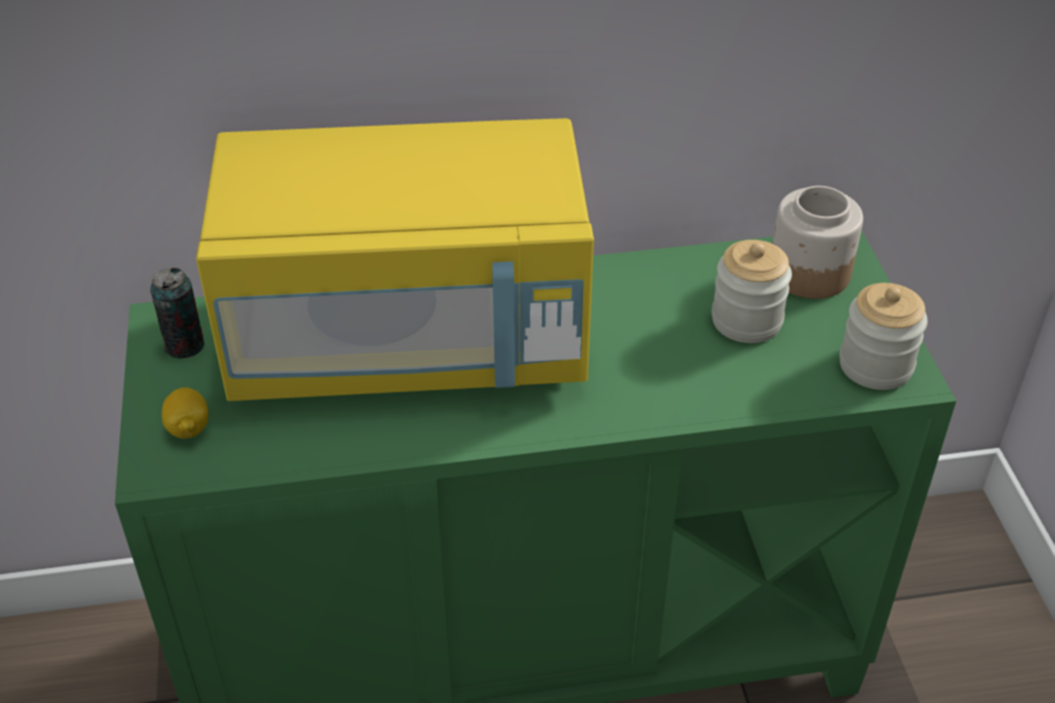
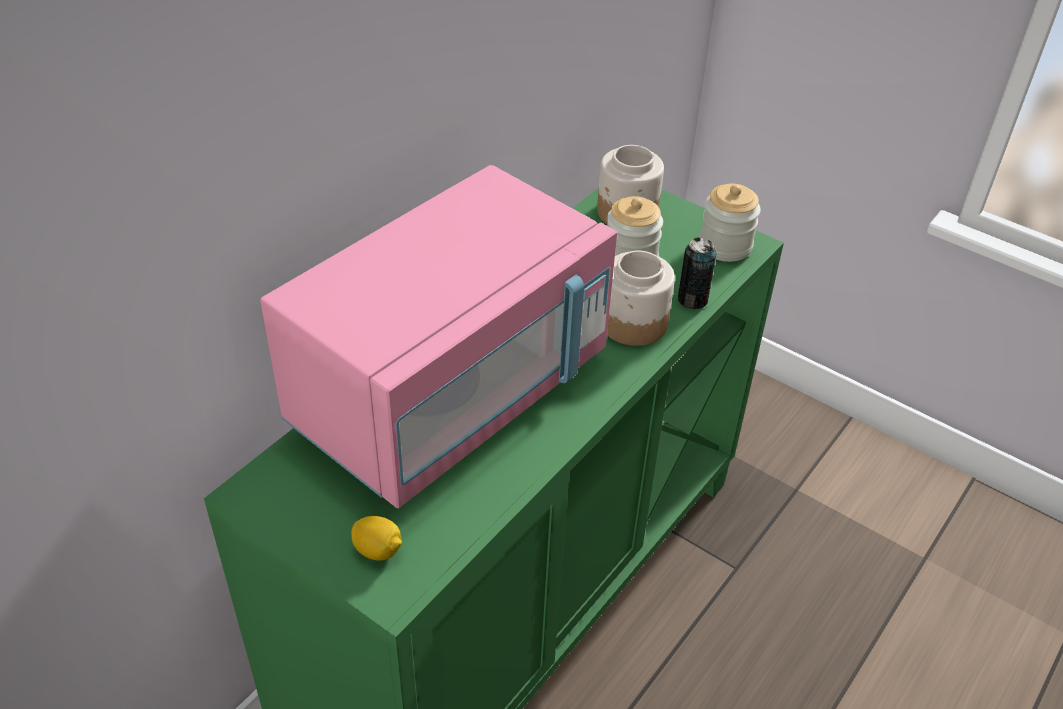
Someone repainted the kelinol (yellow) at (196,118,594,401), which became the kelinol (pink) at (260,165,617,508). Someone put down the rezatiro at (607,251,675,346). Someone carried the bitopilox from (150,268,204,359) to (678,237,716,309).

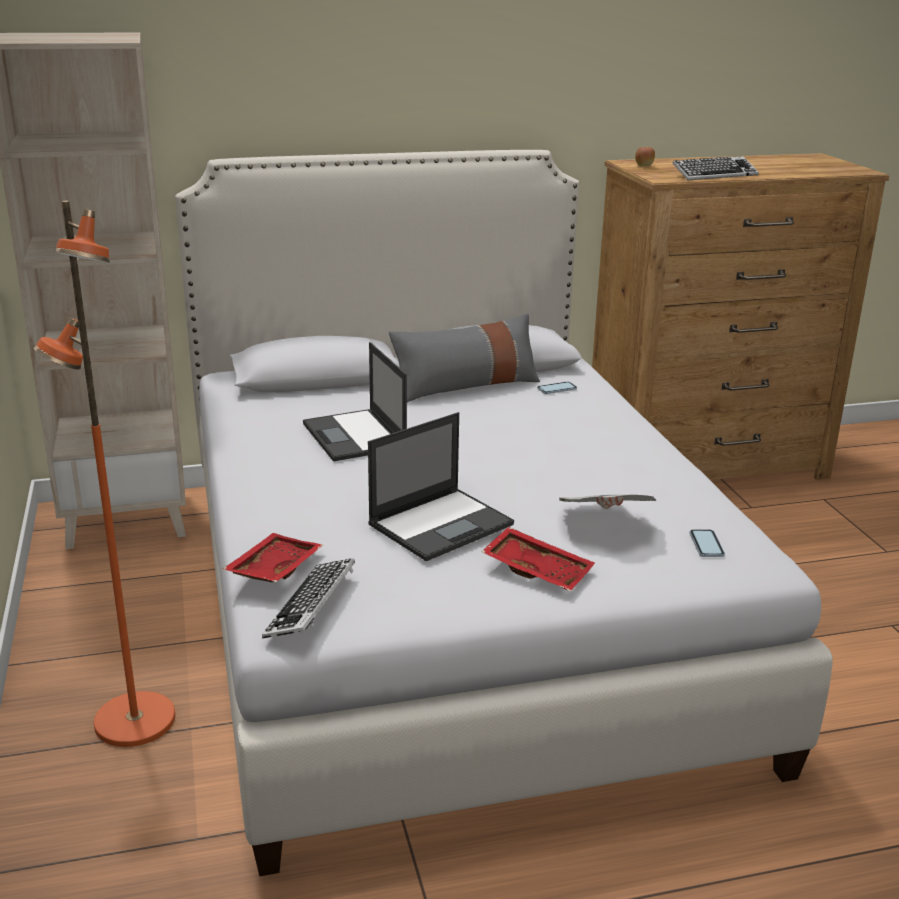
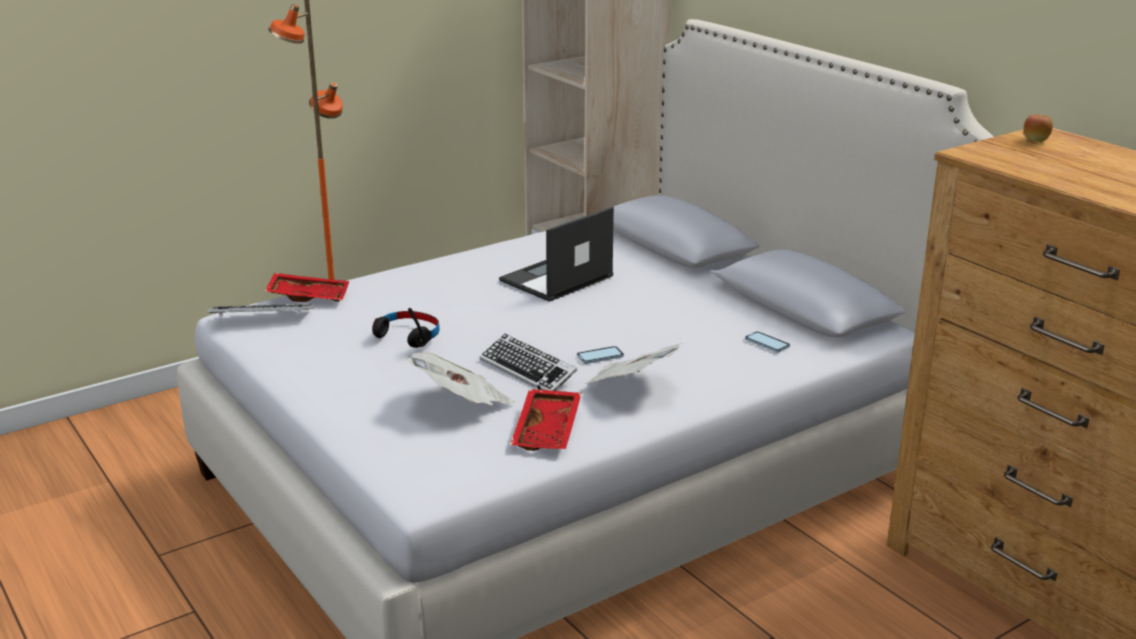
Someone swapped the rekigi at (368,412,514,561) for the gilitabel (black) at (372,308,440,348). Someone carried the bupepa from (672,156,759,180) to (480,334,577,391). Someone carried the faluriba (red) from (482,527,595,591) to (510,389,582,451). Someone carried the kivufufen from (690,530,725,557) to (577,346,624,364). Someone put down the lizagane at (585,343,682,384). Someone took away the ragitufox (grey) at (389,313,540,402).

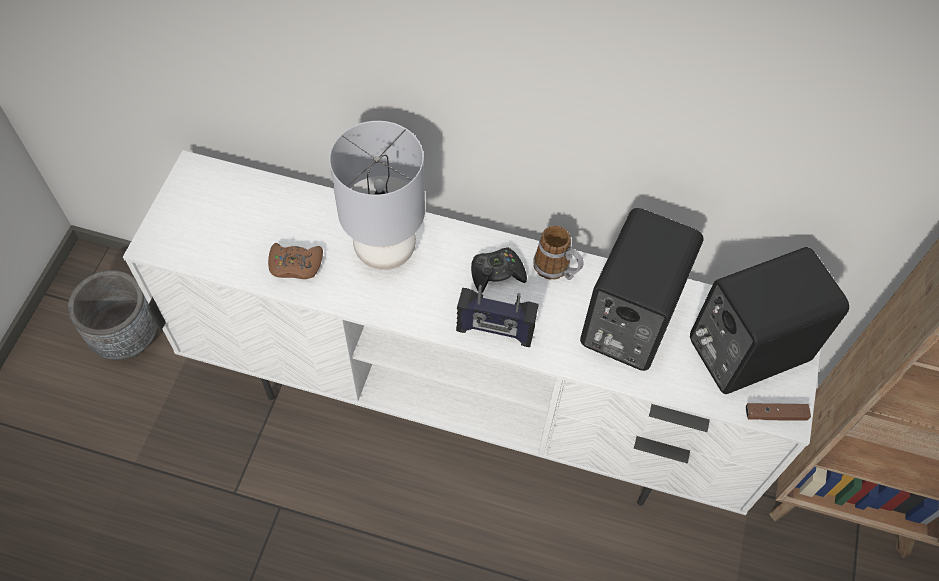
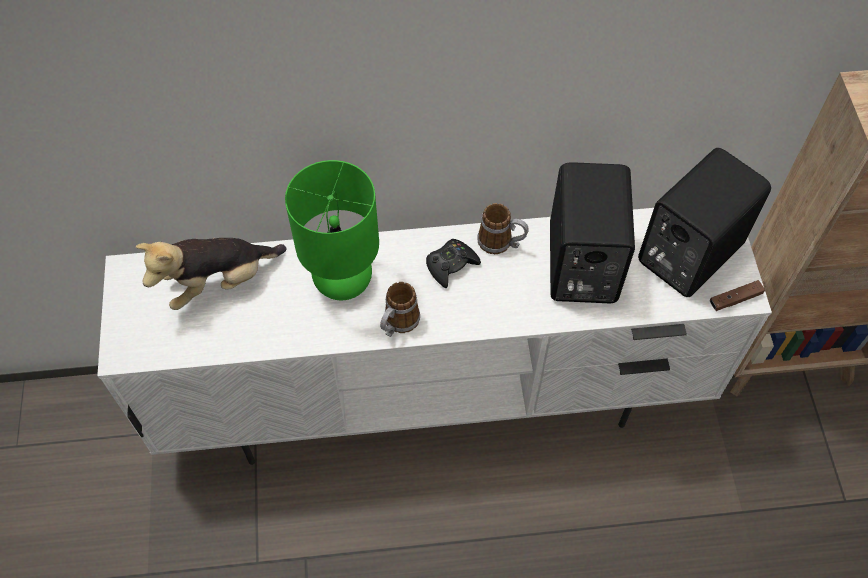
Someone put down the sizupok at (136,238,287,310). Someone repainted the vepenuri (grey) at (329,121,425,270), which became the vepenuri (green) at (285,160,379,300). Someone put down the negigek at (380,282,420,337). Someone took away the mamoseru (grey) at (68,270,157,360). Someone took away the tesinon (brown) at (268,243,323,279). Someone took away the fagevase at (456,285,538,347).

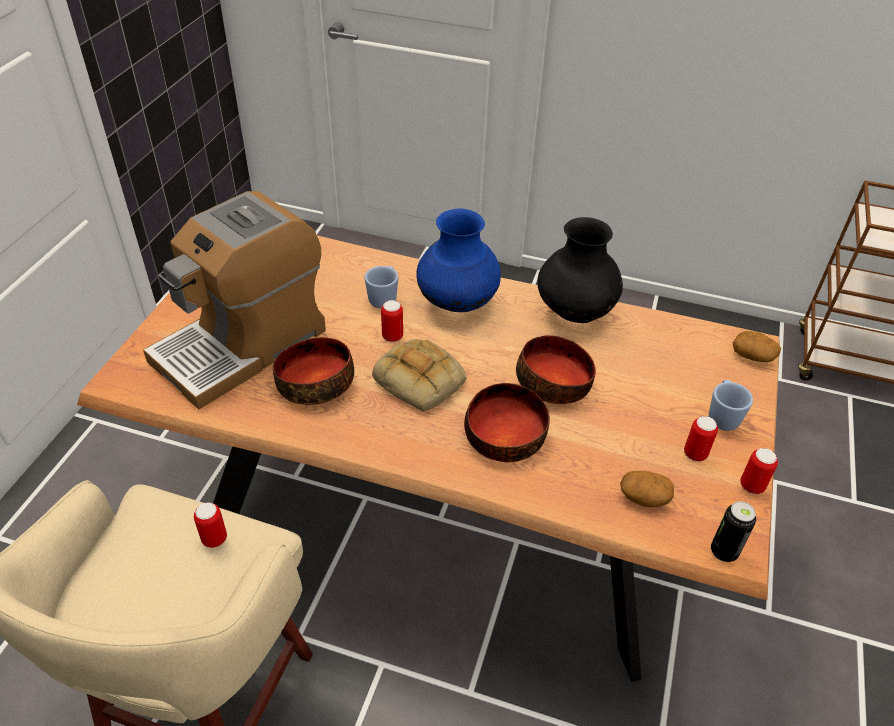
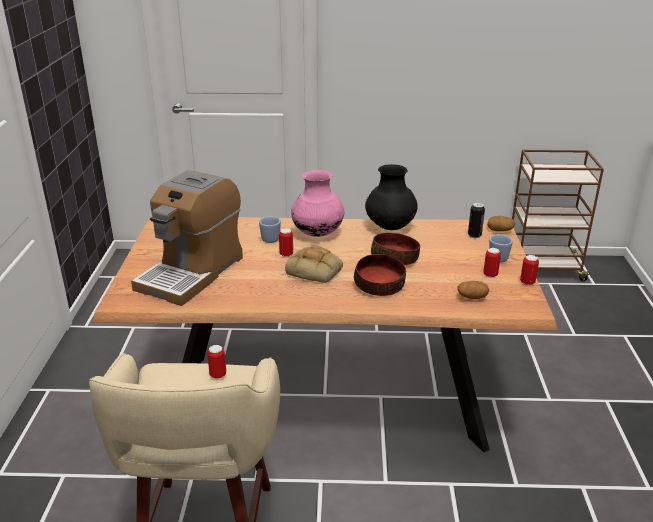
Someone repainted the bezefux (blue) at (416,209,501,312), which became the bezefux (pink) at (291,170,344,237). Someone carried the bitopilox from (711,501,756,562) to (468,202,485,238). Someone took away the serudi at (273,337,354,405).

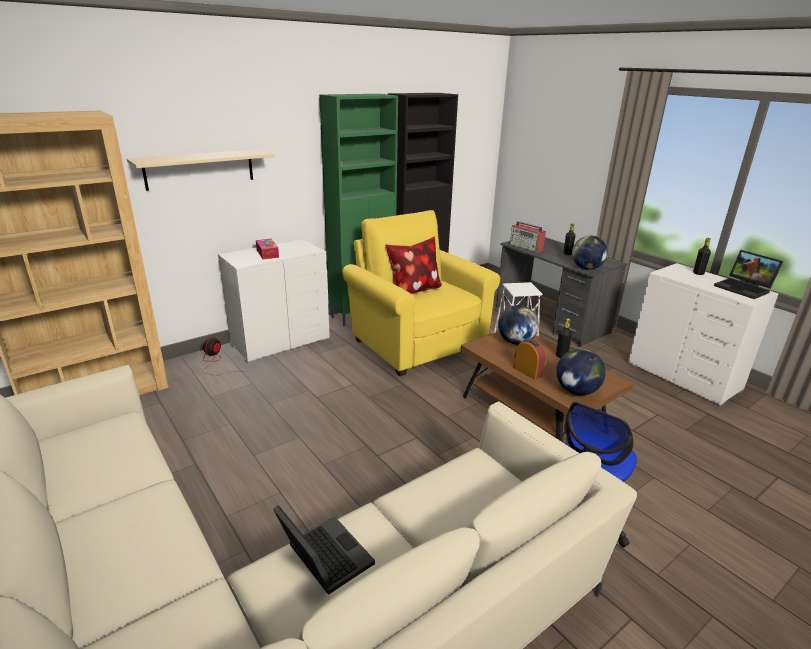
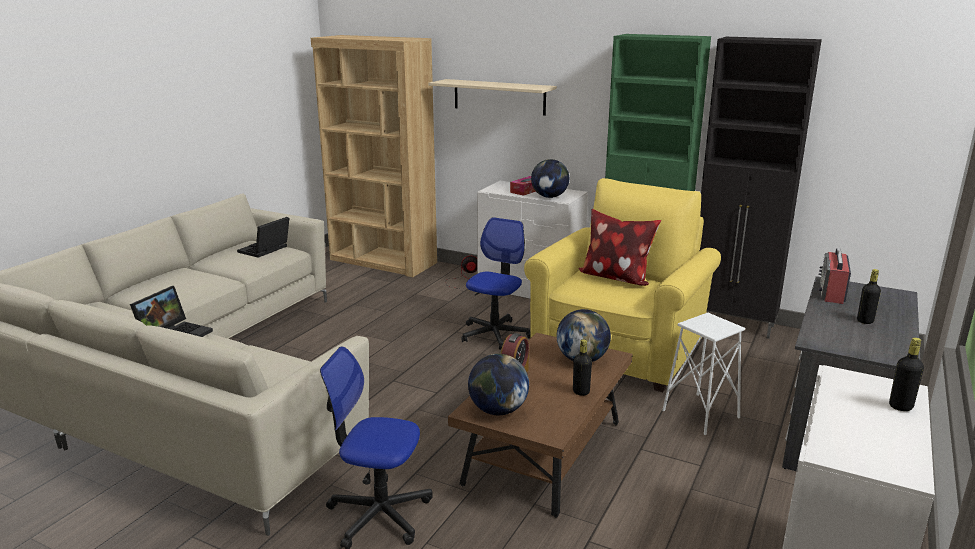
Someone carried the rekigi from (714,250,783,299) to (237,217,289,258). Someone put down the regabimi at (461,217,531,350). Someone carried the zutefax from (572,236,608,270) to (531,159,569,198).

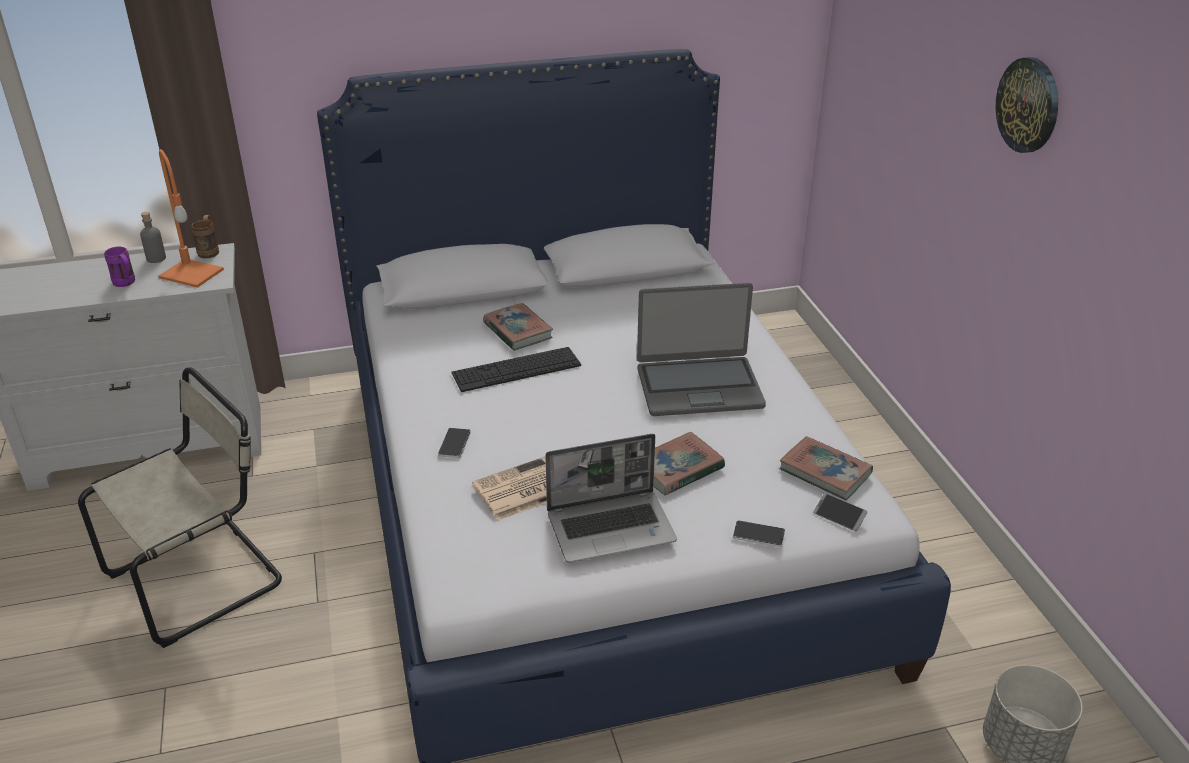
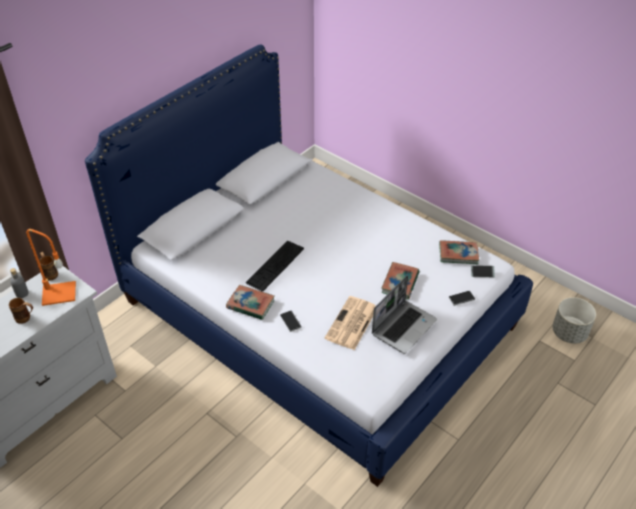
Someone repainted the negigek (purple) at (104,246,135,287), which became the negigek (brown) at (9,298,33,324). Someone carried the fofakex from (483,303,553,351) to (226,285,275,320). Someone took away the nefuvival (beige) at (78,367,282,648). Someone took away the rekigi at (637,283,766,416). Someone took away the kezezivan at (996,57,1058,153).

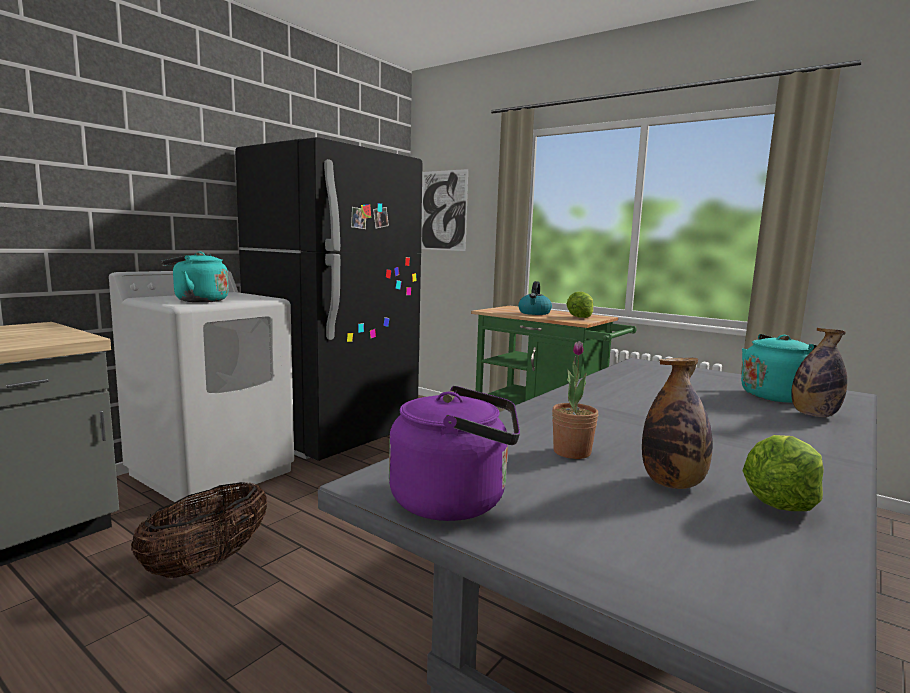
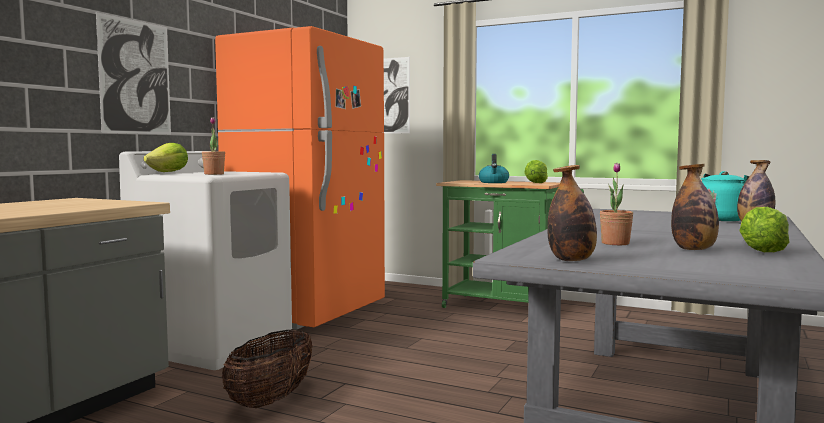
Someone put up the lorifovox at (96,12,171,134). Someone put down the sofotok at (144,143,188,172). Someone swapped the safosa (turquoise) at (161,252,229,302) for the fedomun at (202,117,225,175). Someone repainted the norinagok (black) at (235,137,422,461), which became the norinagok (orange) at (215,26,385,330). Someone swapped the safosa (purple) at (389,386,520,521) for the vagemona at (547,165,597,261).

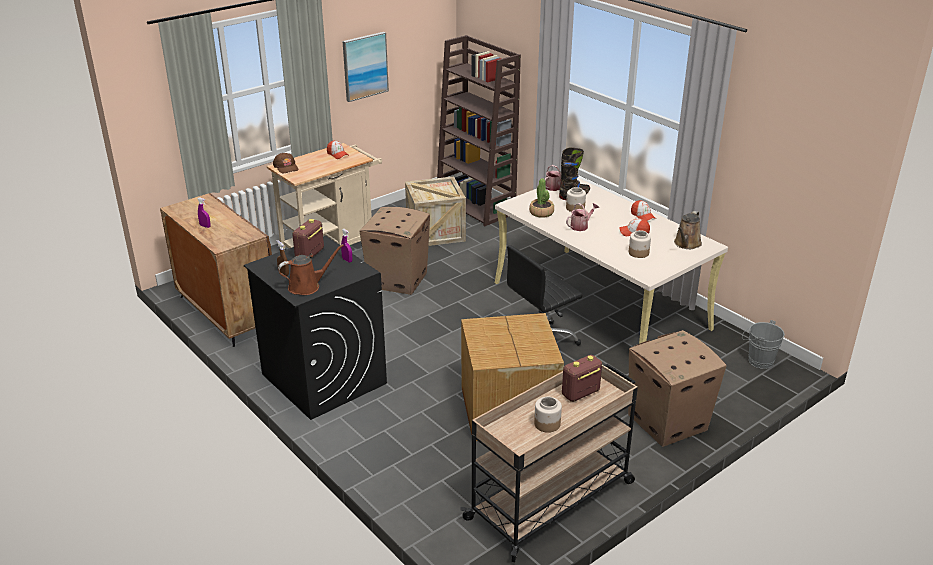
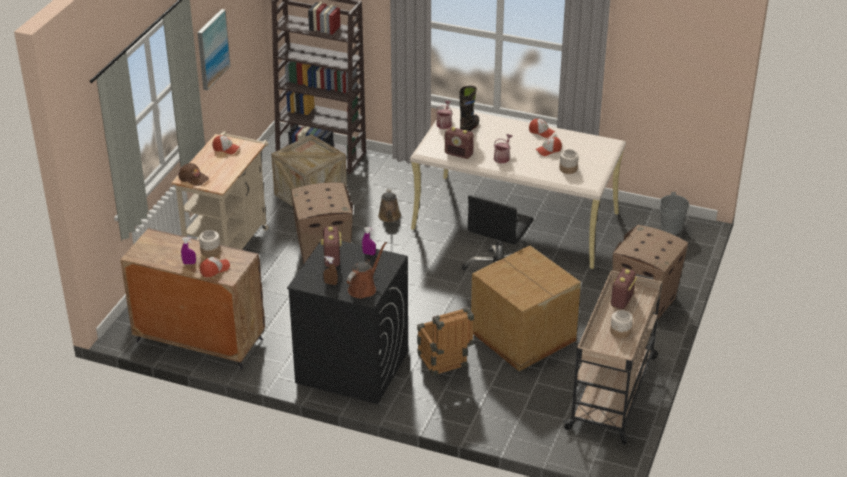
Someone carried the rezatiro from (566,187,586,212) to (199,230,221,257). Someone put down the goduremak at (200,257,230,277). Someone carried the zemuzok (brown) from (674,211,702,249) to (378,188,401,222). Someone put down the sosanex at (417,307,474,376). Someone swapped the fedomun at (529,178,554,218) for the fagevase at (445,127,474,159).

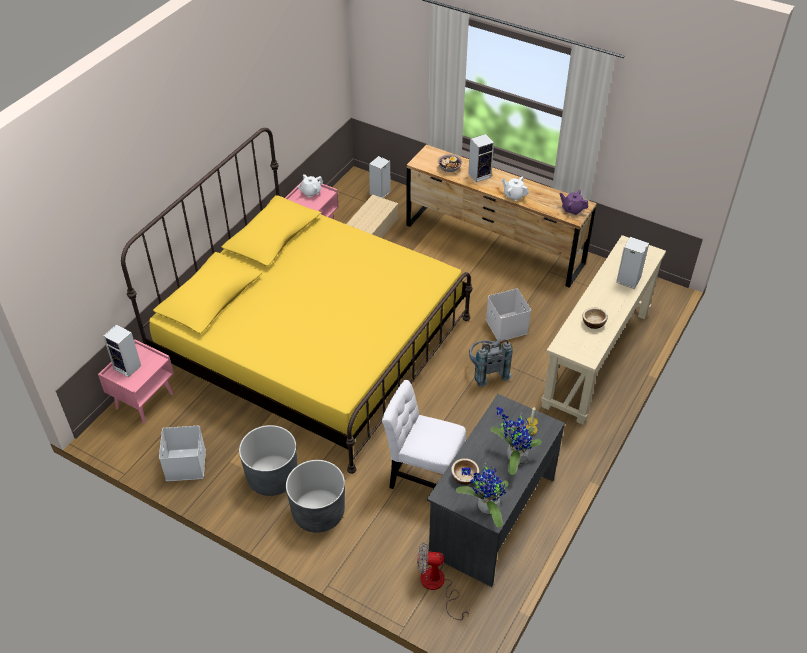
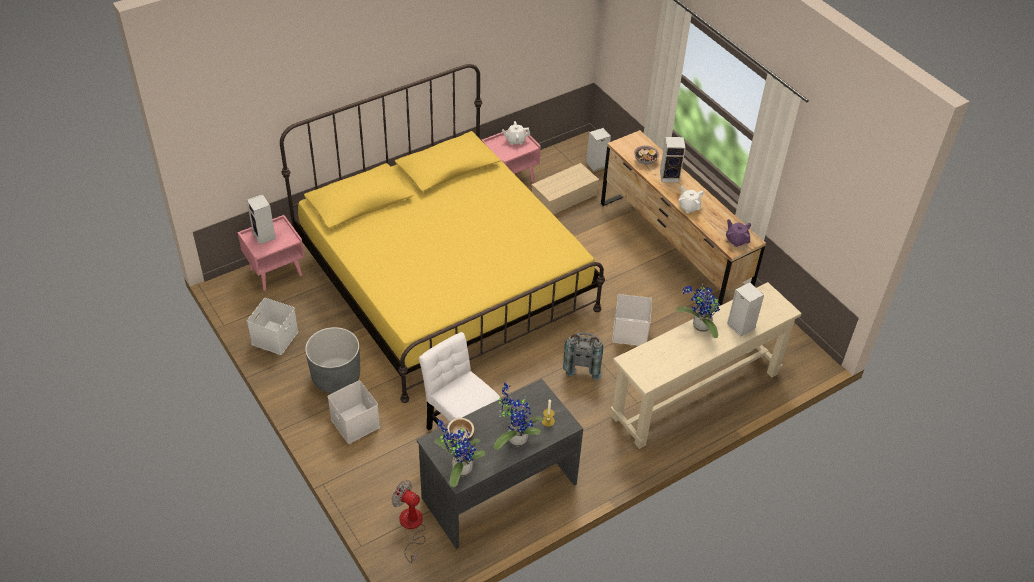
Someone swapped the mamoseru (grey) at (286,460,345,533) for the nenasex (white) at (328,380,380,444). Someone put down the fedomun at (676,283,720,338). Someone took away the serudi at (583,308,608,329).

